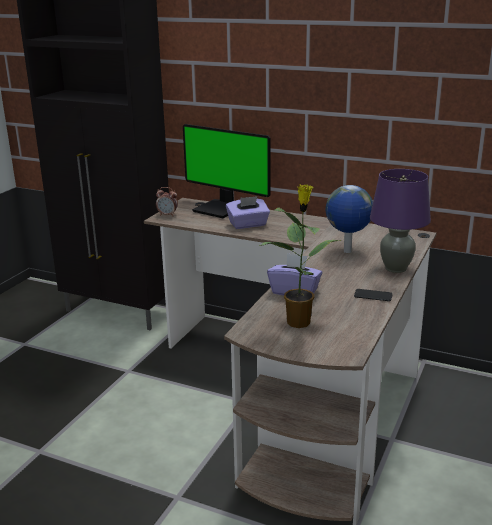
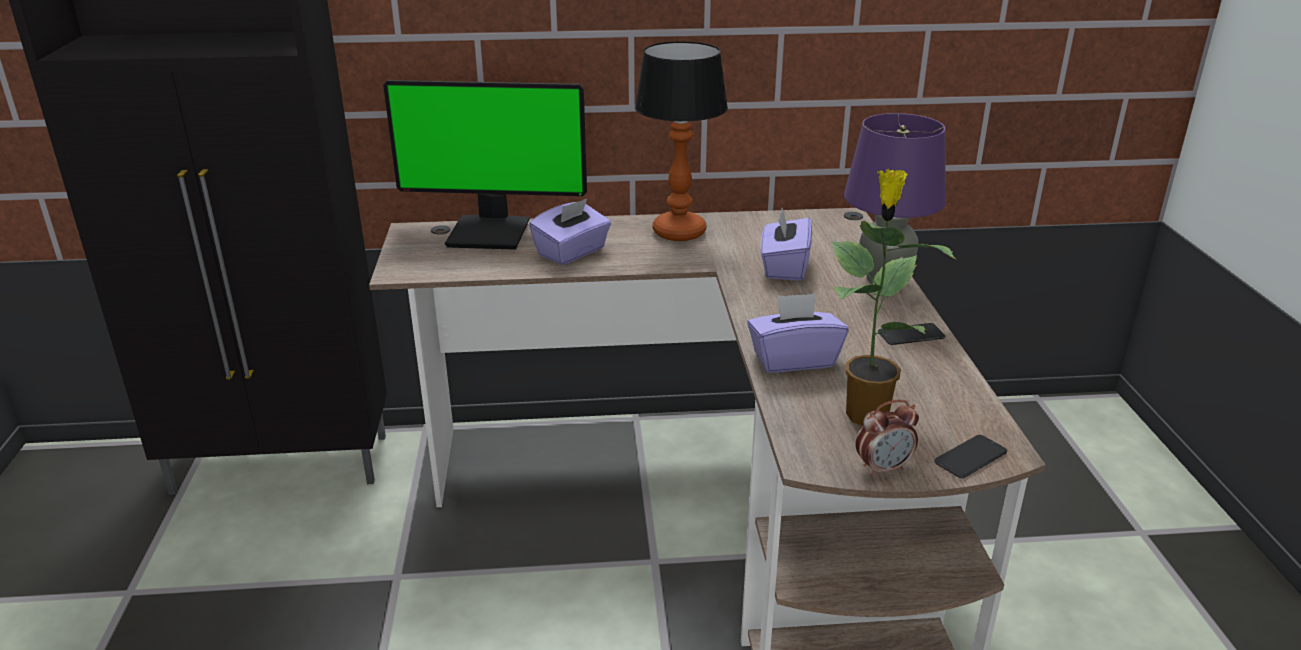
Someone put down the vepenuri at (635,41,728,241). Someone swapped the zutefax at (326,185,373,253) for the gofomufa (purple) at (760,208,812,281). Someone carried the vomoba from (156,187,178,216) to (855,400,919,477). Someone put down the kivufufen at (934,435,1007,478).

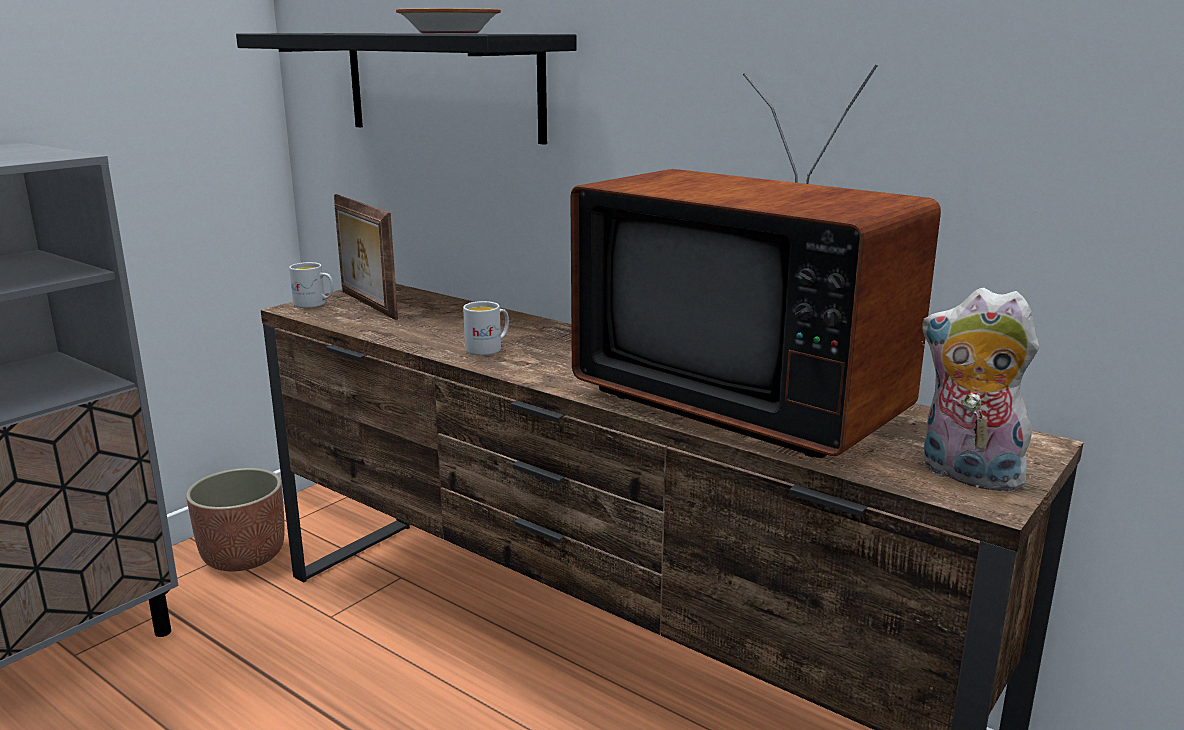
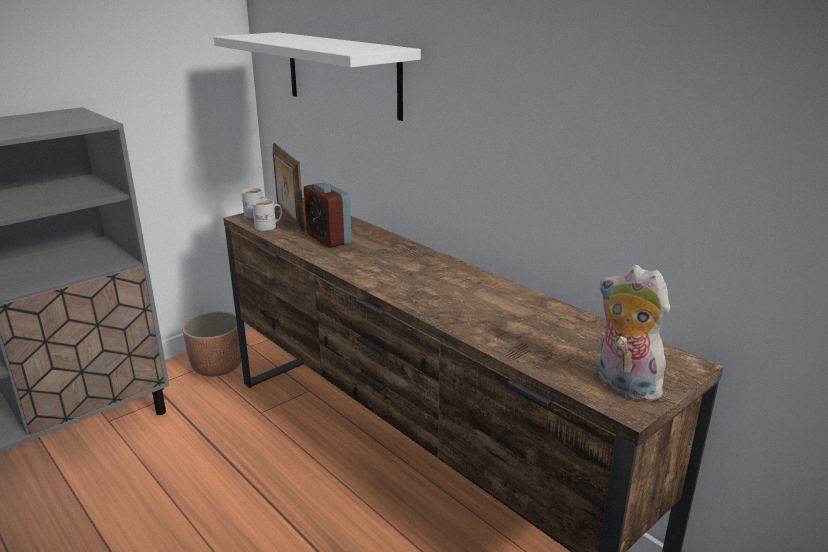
Someone repainted the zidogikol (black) at (236,33,577,145), which became the zidogikol (white) at (214,32,421,121). Someone carried the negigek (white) from (463,301,509,356) to (252,199,282,231). Someone put down the vomoba at (304,182,352,248). Someone took away the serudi at (396,8,501,33). Someone took away the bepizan at (570,65,941,458).

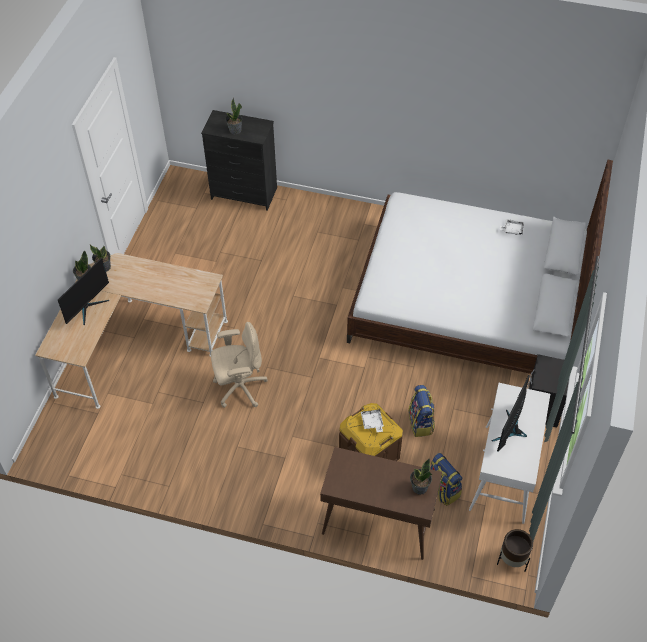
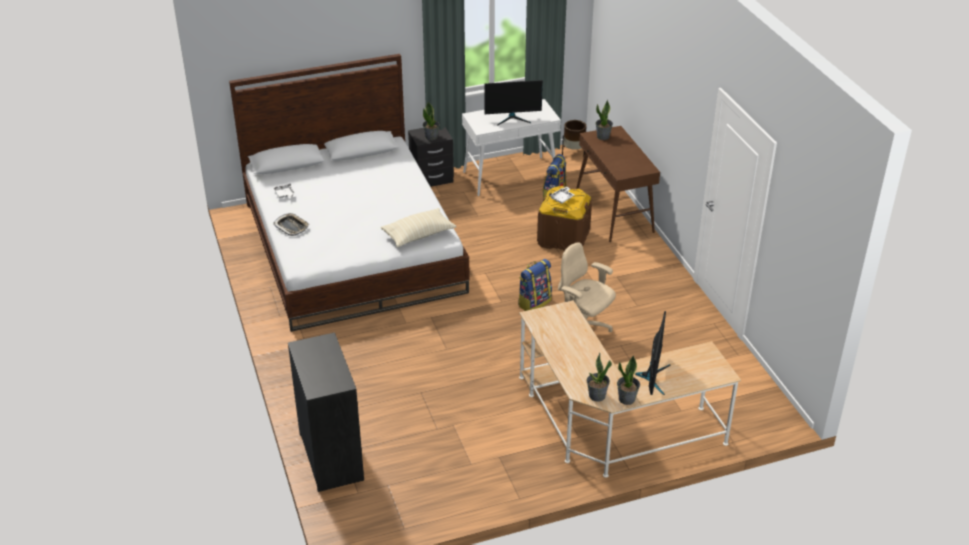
Someone put down the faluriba at (273,213,310,236). Someone put down the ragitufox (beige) at (381,208,456,247). Someone carried the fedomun from (226,98,242,135) to (423,102,440,141). Someone carried the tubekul from (408,385,435,437) to (518,259,552,311). Someone rotated the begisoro at (58,258,109,325) by 105 degrees clockwise.

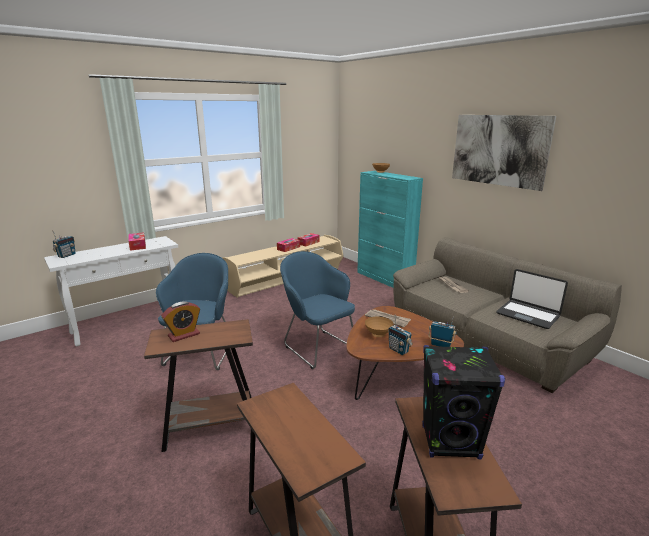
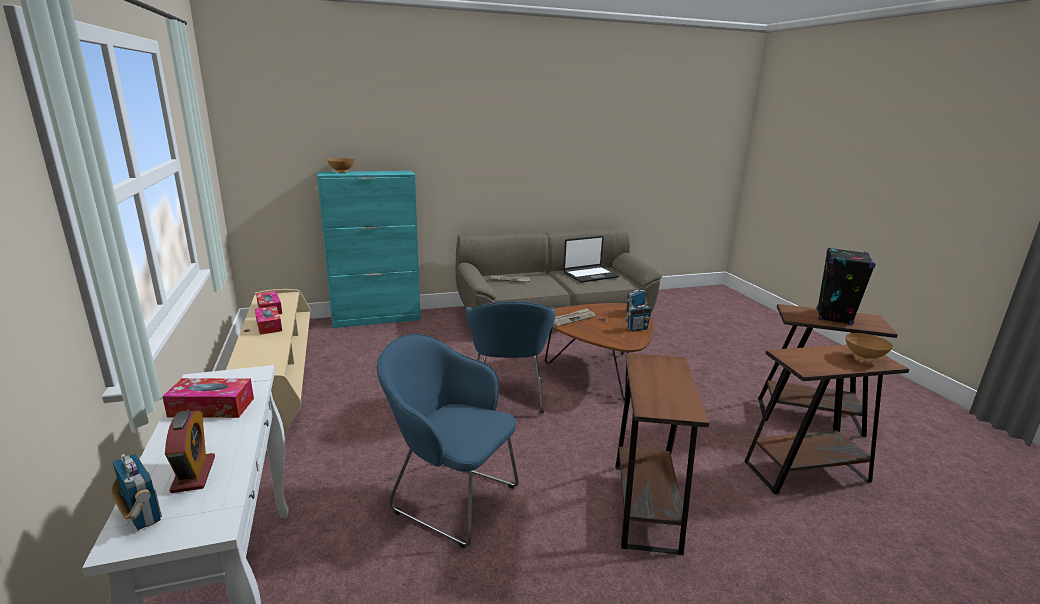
Someone carried the vomoba from (161,301,200,342) to (165,410,215,493). Someone rotated the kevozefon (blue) at (280,251,355,369) by 75 degrees counterclockwise. Someone carried the serudi (brown) from (365,317,393,337) to (845,333,893,362). Someone took away the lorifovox at (452,115,556,191).

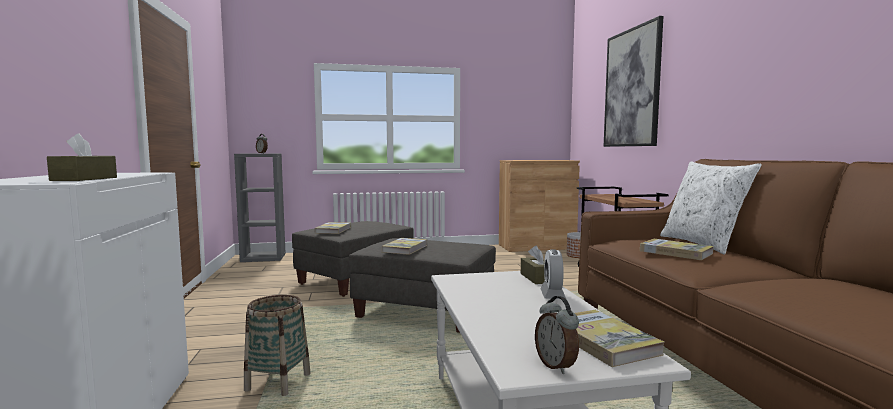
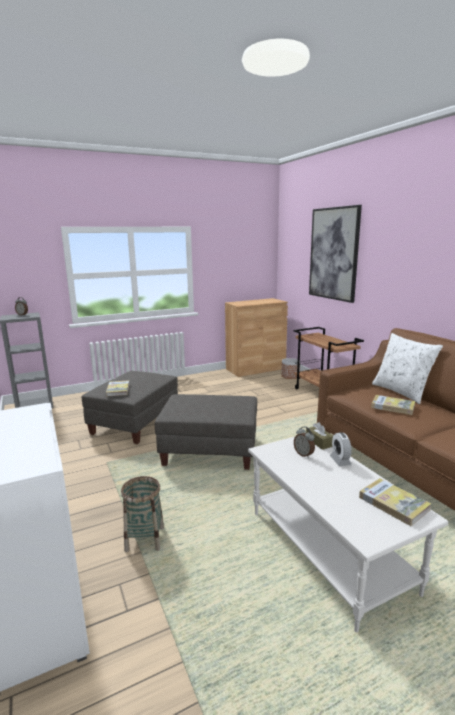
Someone carried the vomoba from (535,296,579,374) to (294,426,315,458). Someone took away the gofomufa (brown) at (47,133,117,181). Someone took away the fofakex at (382,238,427,255).

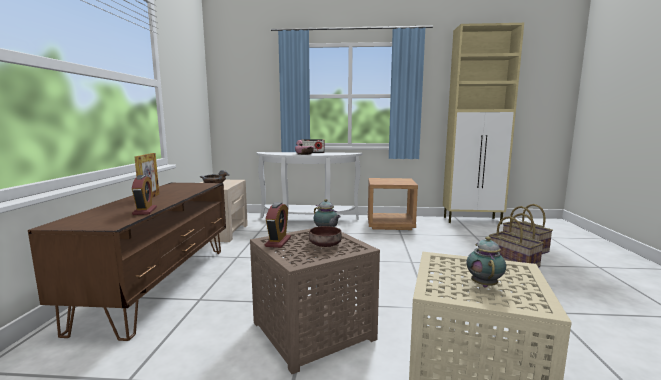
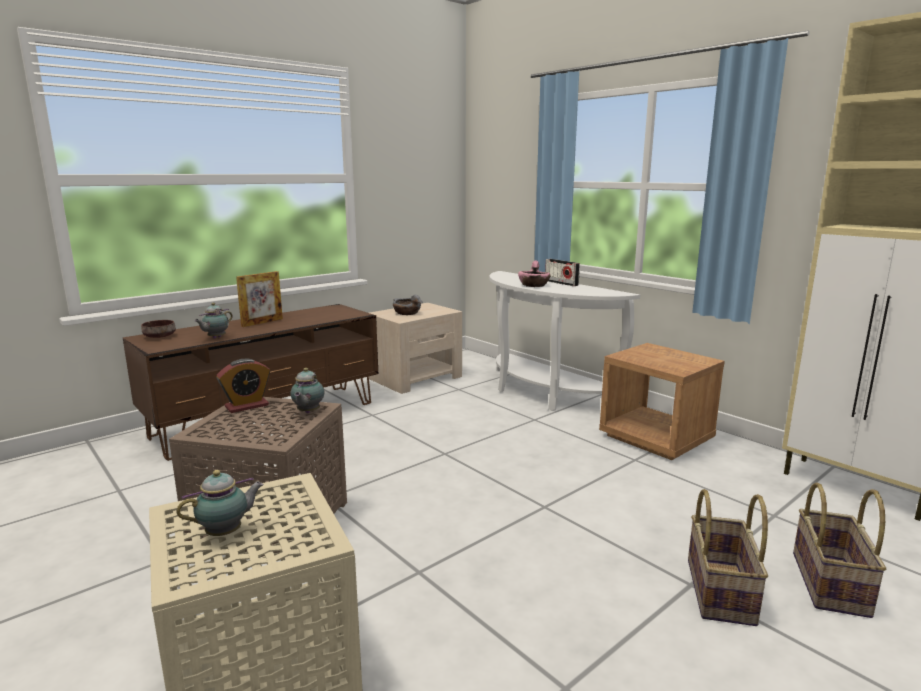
Someone carried the serudi (brown) from (309,226,342,247) to (141,320,176,338). Someone swapped the vomoba at (132,175,157,215) for the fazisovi at (194,303,233,339).

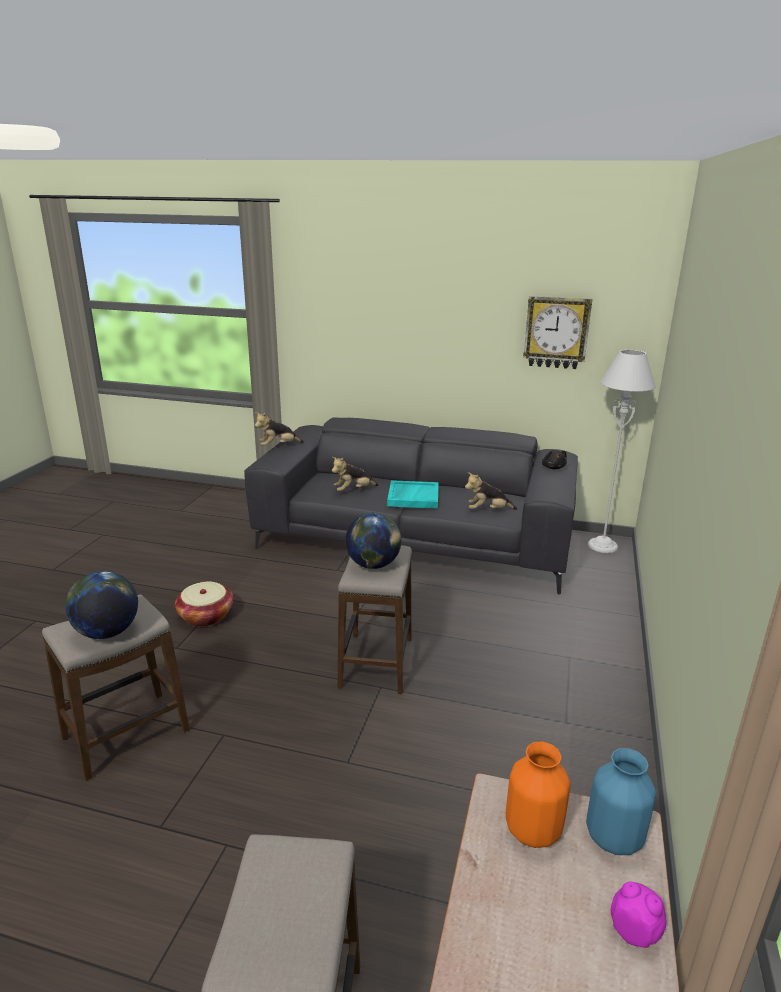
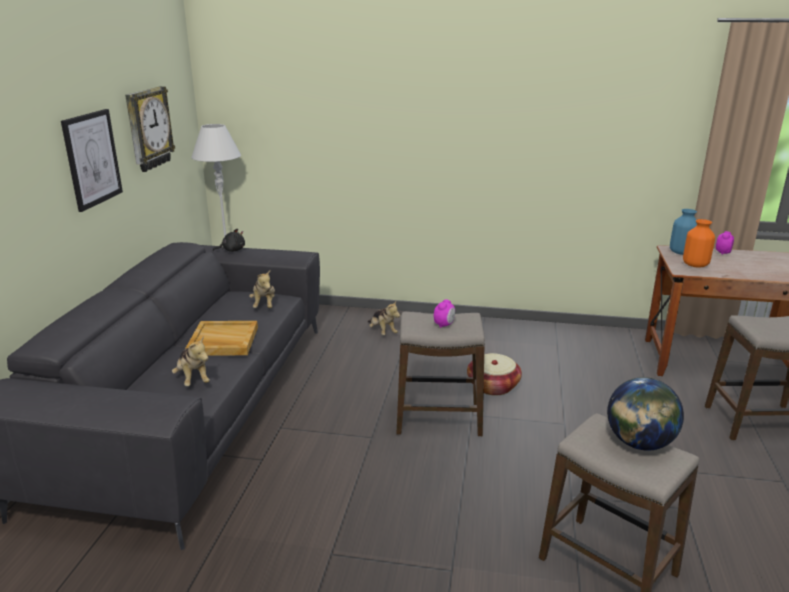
Someone put up the lorifovox at (61,109,123,212). Someone repainted the faluriba (turquoise) at (387,480,439,509), which became the faluriba (beige) at (185,321,258,356). Someone carried the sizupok from (255,412,304,446) to (368,302,400,335). Someone swapped the zutefax at (345,513,401,569) for the vomoba at (434,299,455,328). Someone carried the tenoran from (175,581,233,627) to (467,353,522,396).

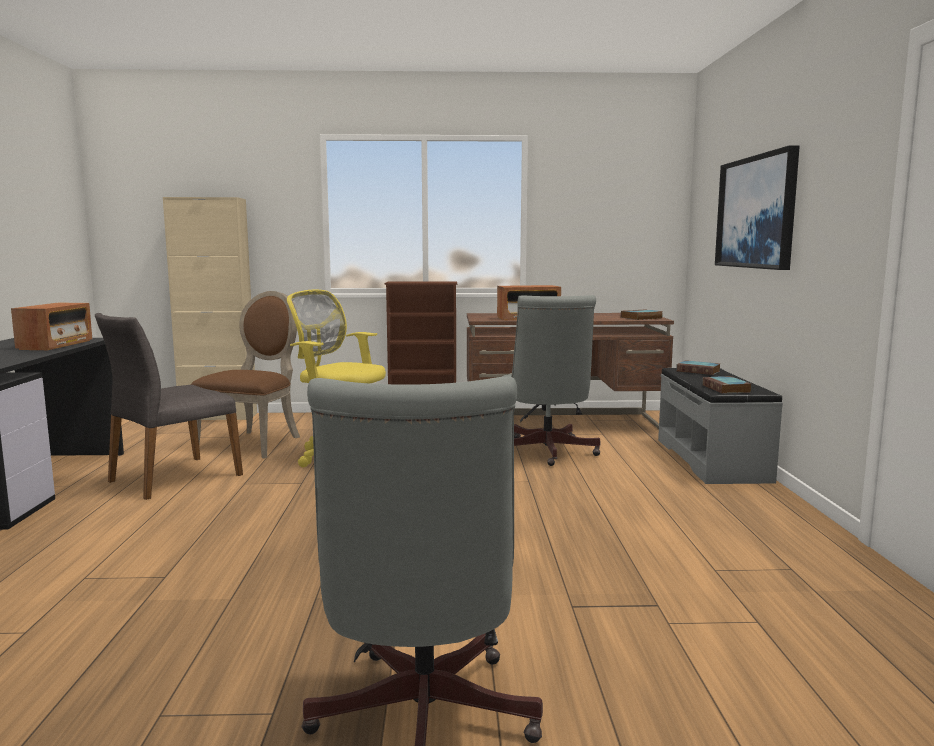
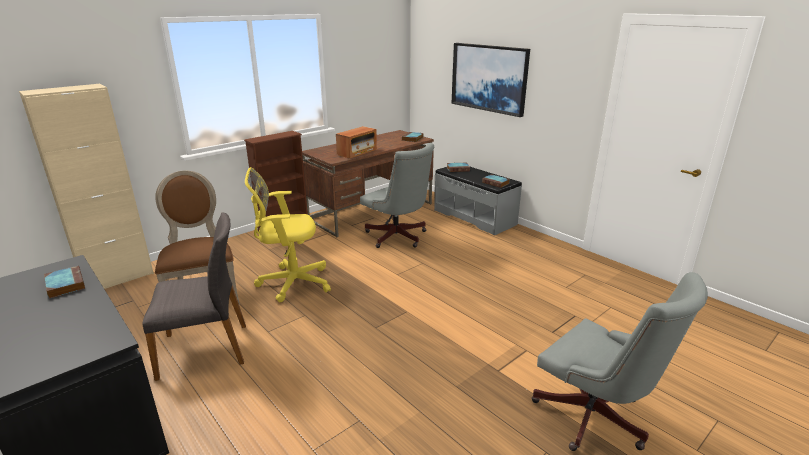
Someone swapped the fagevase at (11,302,92,350) for the fofakex at (44,266,85,299). Someone rotated the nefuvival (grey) at (95,313,243,500) by 105 degrees counterclockwise.

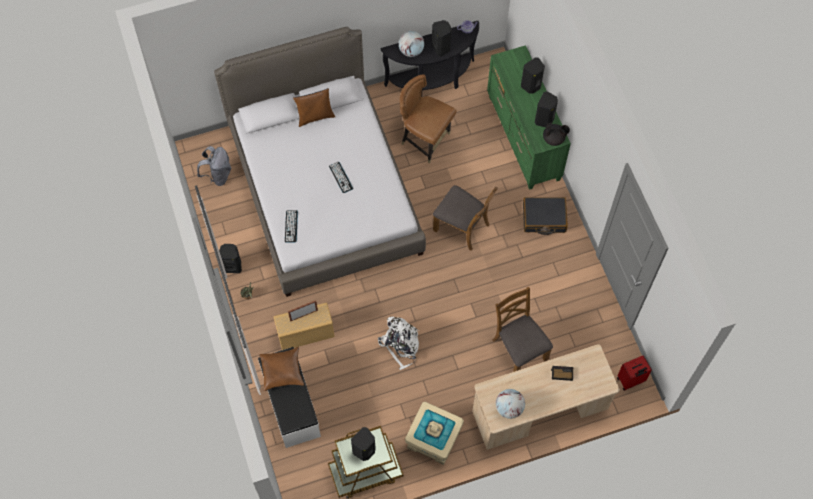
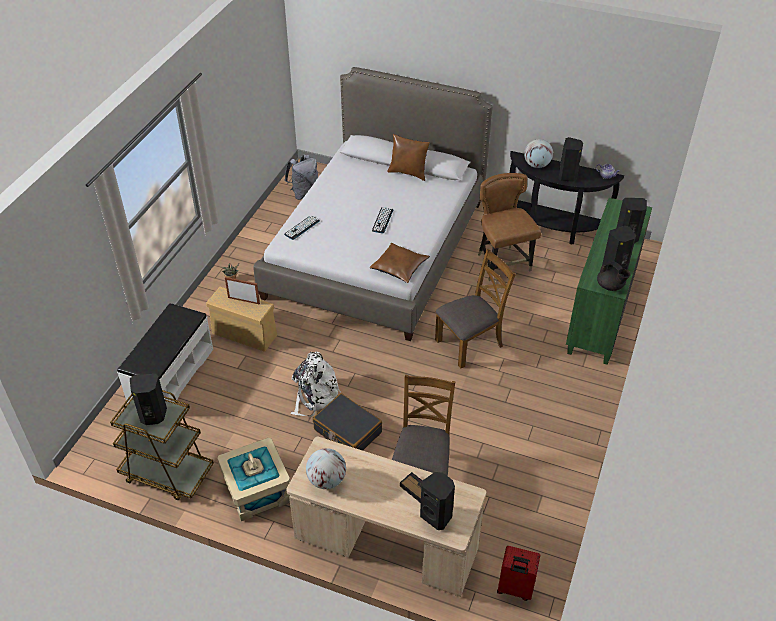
Someone carried the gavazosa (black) from (523,197,568,235) to (313,393,382,451). Someone carried the ragitufox (brown) from (259,347,304,391) to (370,243,430,283). Someone carried the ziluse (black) from (219,244,242,273) to (420,472,455,530). Someone rotated the nefuvival (brown) at (433,185,498,251) by 105 degrees counterclockwise.

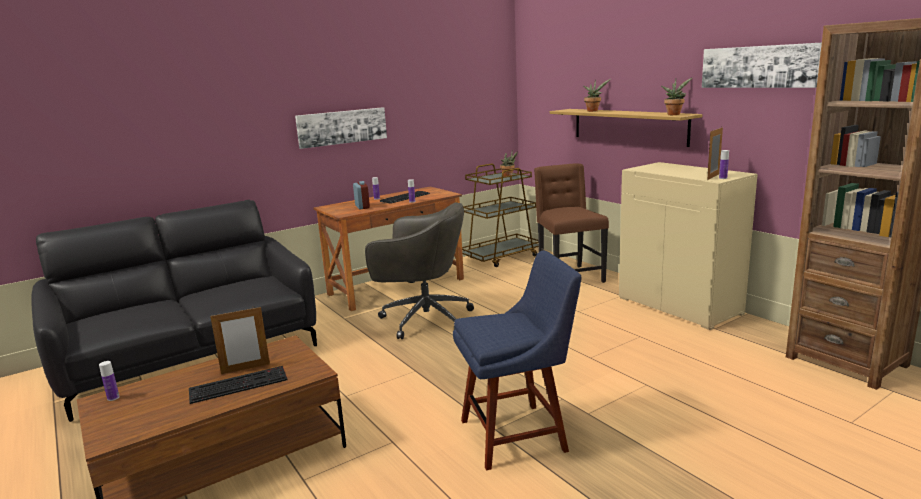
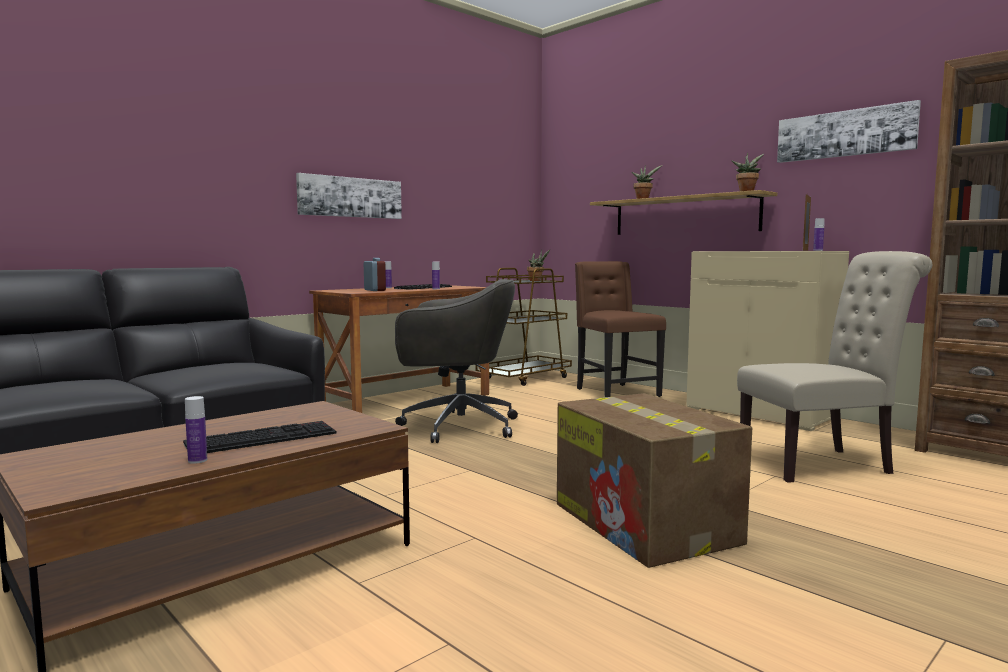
Someone carried the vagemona from (99,361,120,401) to (185,396,207,464). Someone swapped the nefuvival (blue) at (453,251,582,470) for the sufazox at (557,393,752,568). Someone put down the nefuvival (beige) at (737,251,932,483). Someone took away the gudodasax at (210,307,270,374).

